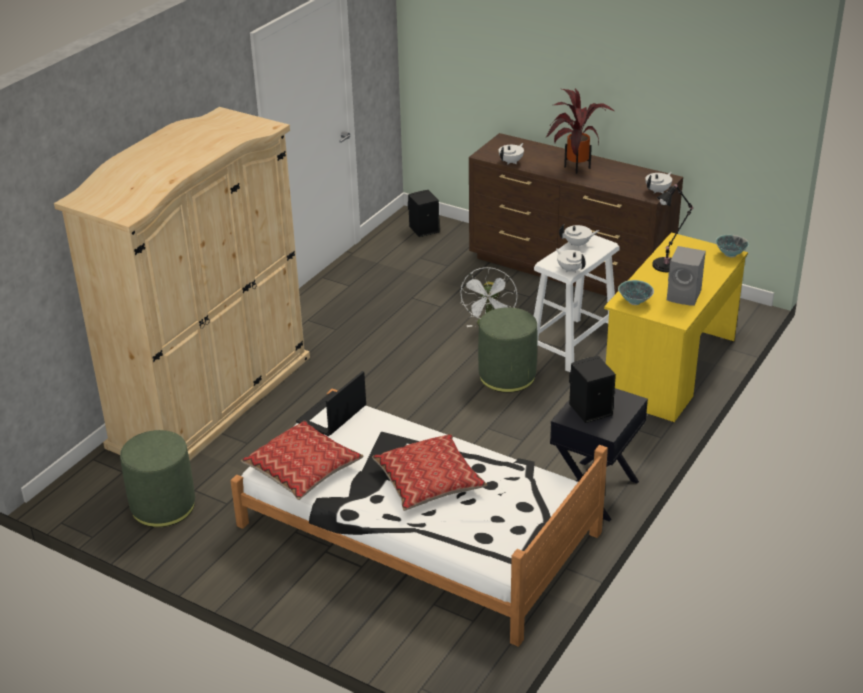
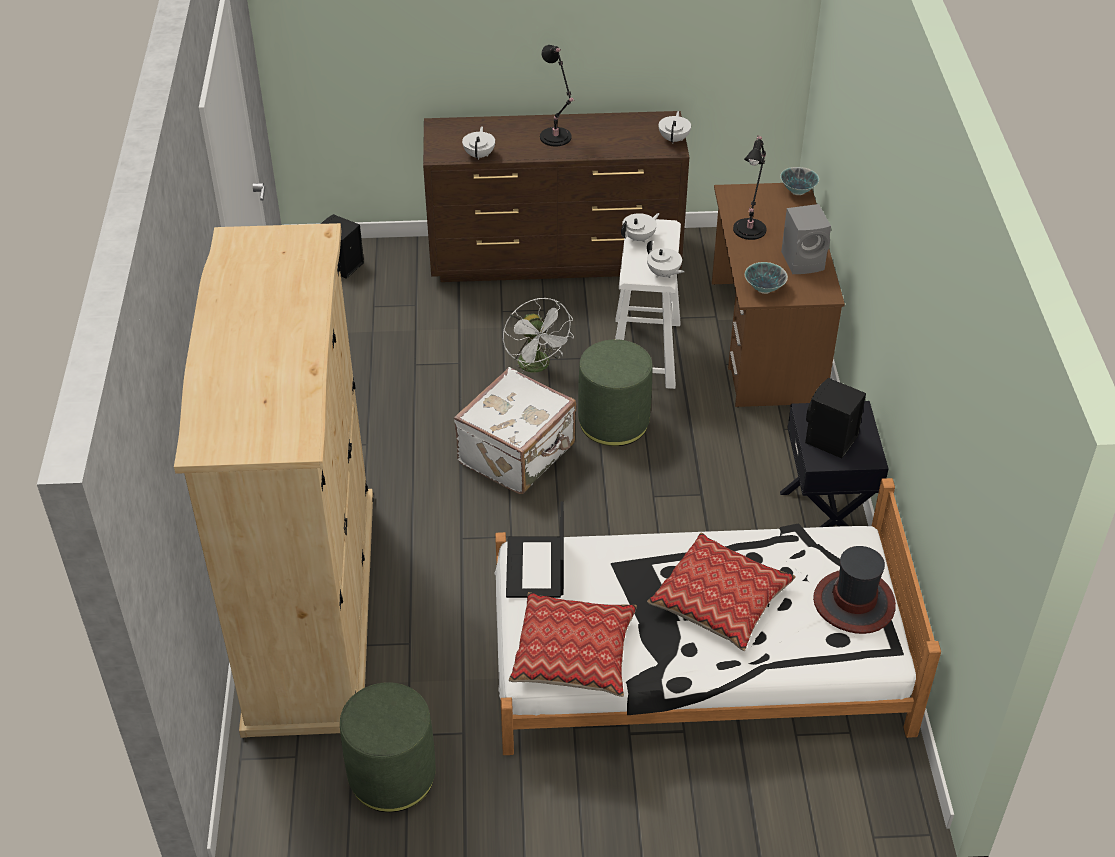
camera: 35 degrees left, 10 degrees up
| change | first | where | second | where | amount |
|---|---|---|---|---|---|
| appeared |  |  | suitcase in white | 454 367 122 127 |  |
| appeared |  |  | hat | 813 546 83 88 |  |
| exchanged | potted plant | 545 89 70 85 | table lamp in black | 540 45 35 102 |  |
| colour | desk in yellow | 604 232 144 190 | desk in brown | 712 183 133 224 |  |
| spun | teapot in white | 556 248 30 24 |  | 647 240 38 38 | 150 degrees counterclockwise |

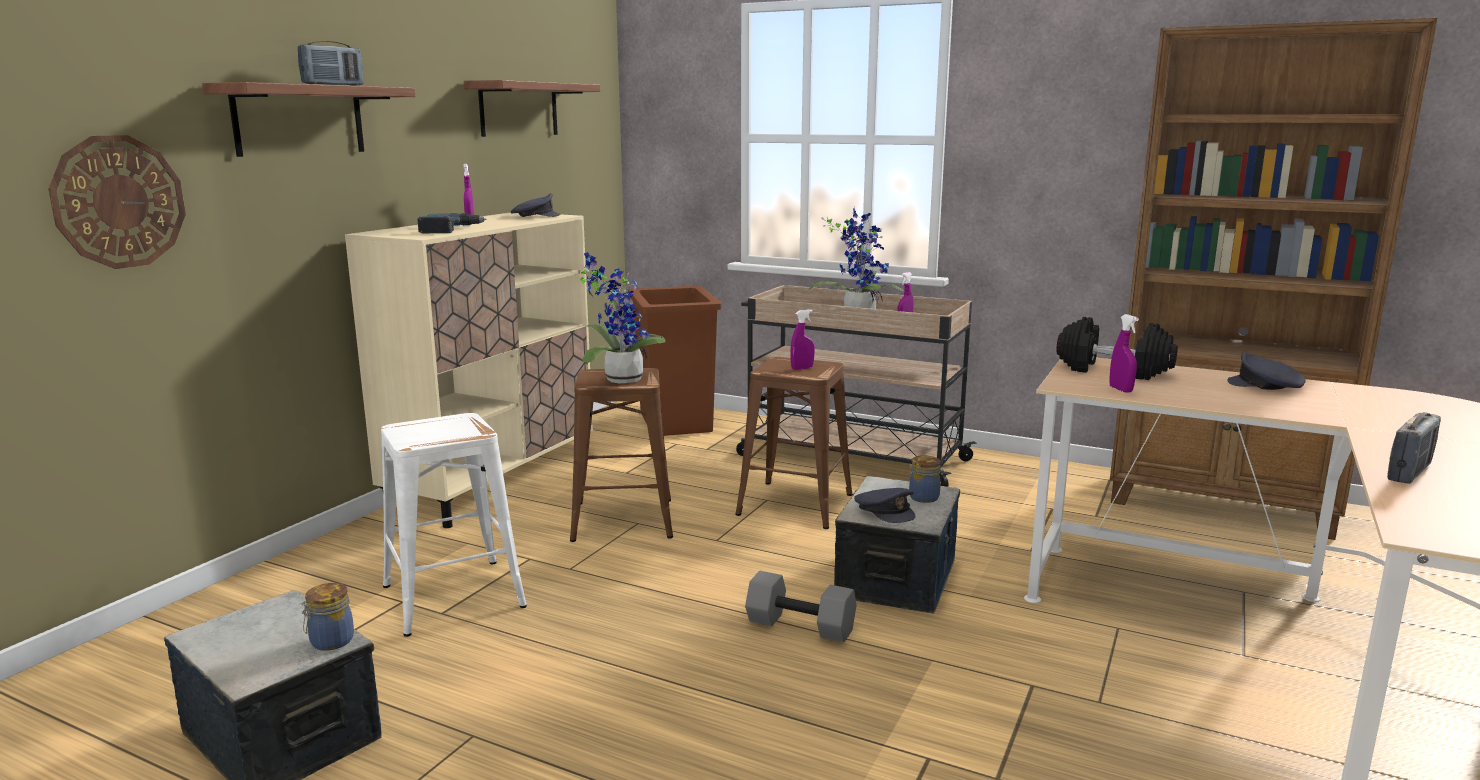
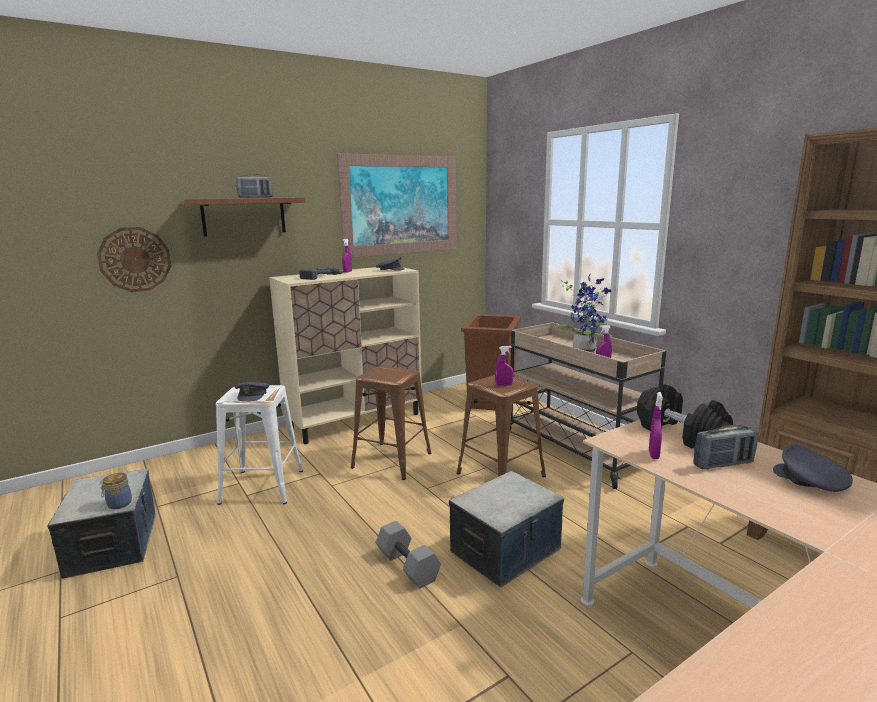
camera: 30 degrees right, 0 degrees up
| change | first | where | second | where | amount |
|---|---|---|---|---|---|
| missing | potted plant | 580 252 86 131 |  |  |  |
| missing | jar | 909 455 32 48 |  |  |  |
| relocated | cap in grey | 854 488 61 35 |  | 235 382 34 19 |  |
| relocated | radio | 1387 412 54 72 |  | 693 425 66 45 |  |
| exchanged | shelf | 464 80 136 57 | picture | 337 154 119 104 |  |

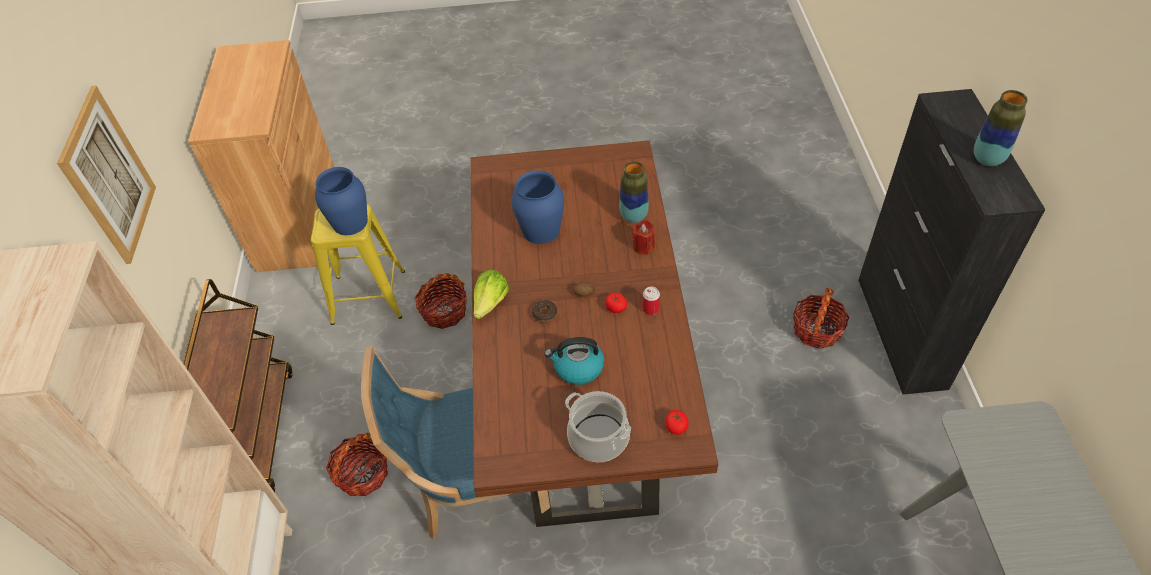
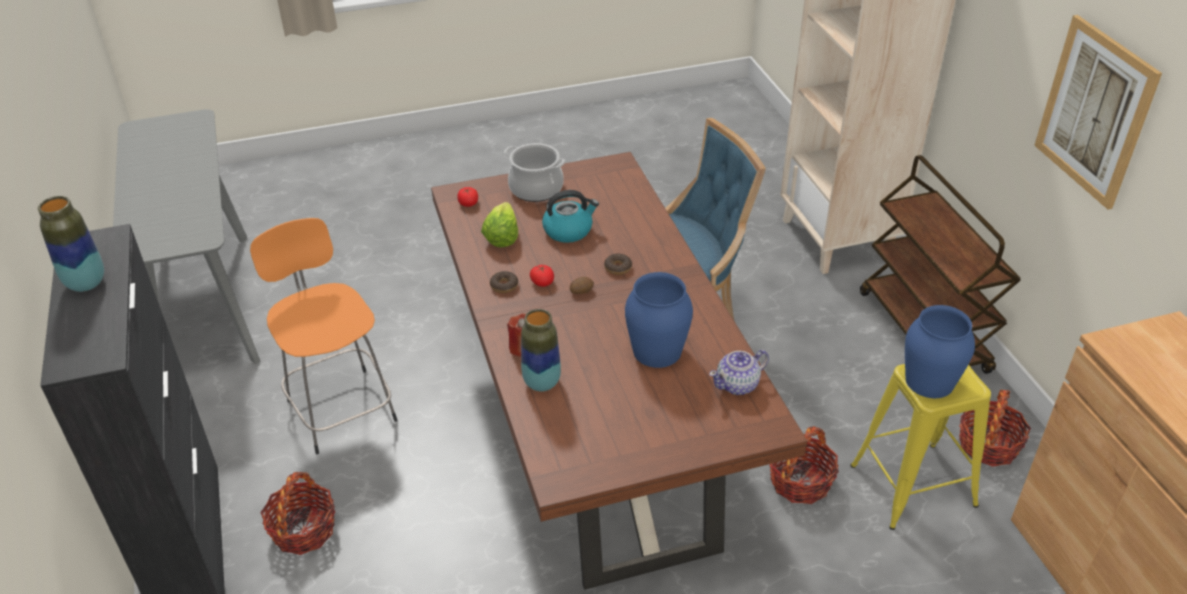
camera: 165 degrees right, 10 degrees down
| change | first | where | second | where | amount |
|---|---|---|---|---|---|
| appeared |  |  | stool in orange | 250 218 148 236 |  |
| appeared |  |  | teapot | 709 350 60 45 |  |
| relocated | basket | 326 432 62 64 |  | 959 390 72 77 |  |
| relocated | lettuce | 473 270 36 49 |  | 481 202 37 46 |  |
| exchanged | can | 643 287 17 28 | donut | 490 271 28 22 |  |

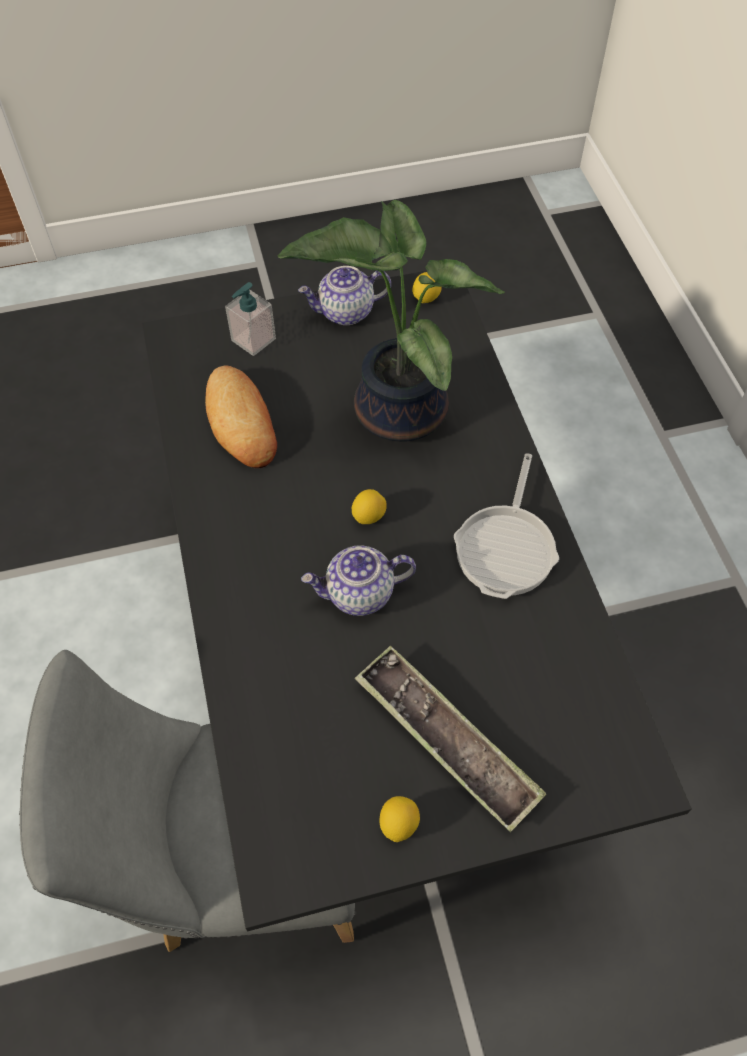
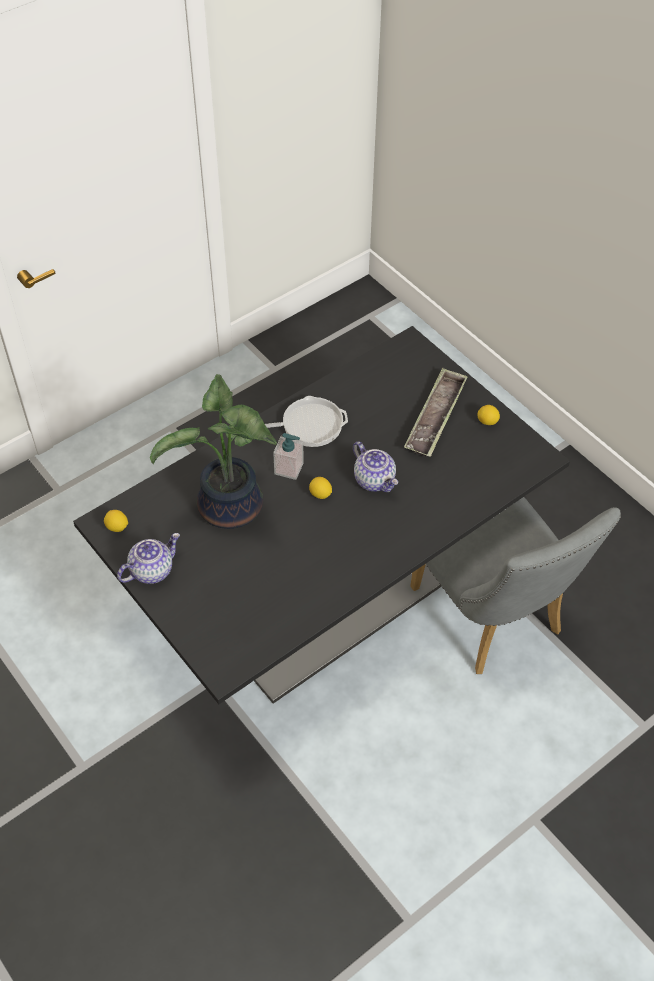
camera: 115 degrees left, 5 degrees down
| change | first | where | second | where | amount |
|---|---|---|---|---|---|
| missing | bread | 205 366 72 102 |  |  |  |
| relocated | soap dispenser | 225 282 51 74 |  | 273 433 31 47 |  |
| spun | teapot | 298 266 93 59 |  | 117 533 63 51 | 90 degrees counterclockwise |

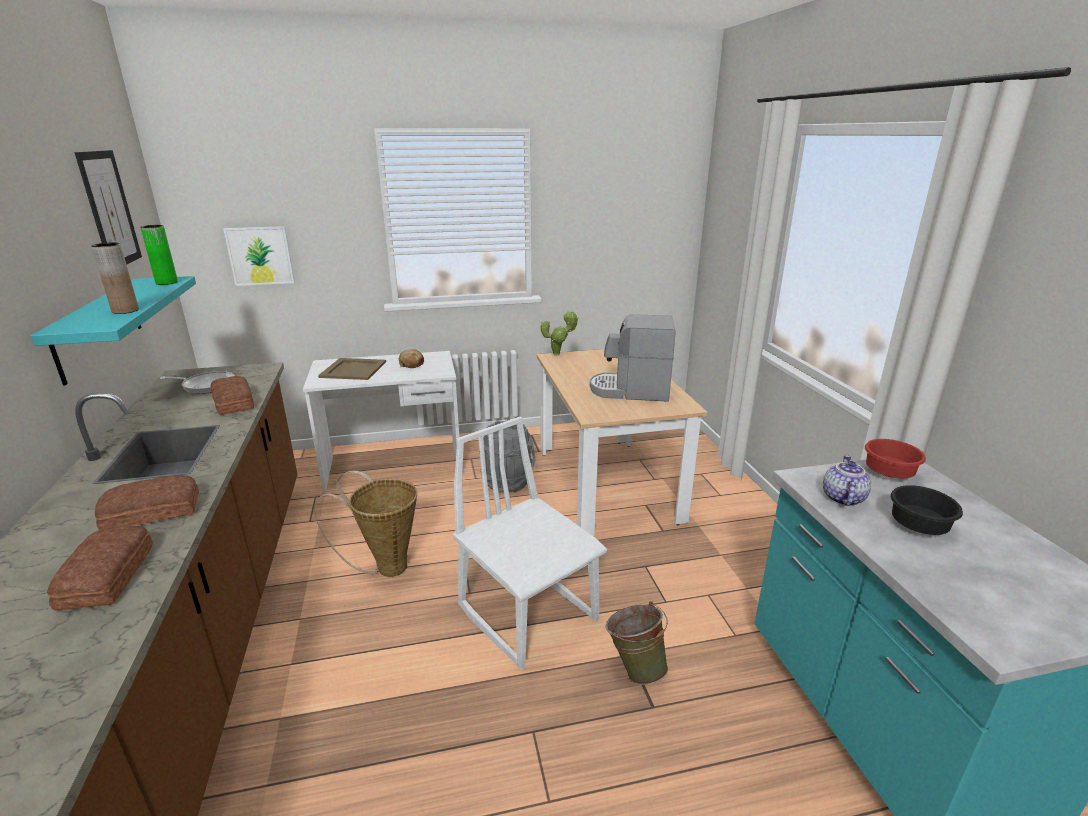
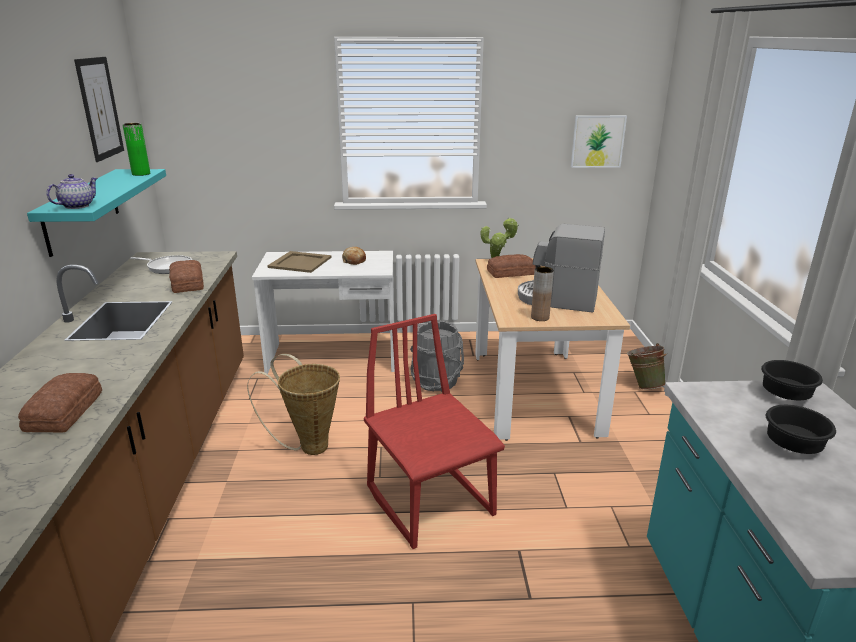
camera: 10 degrees right, 0 degrees up
| change | first | where | second | where | amount |
|---|---|---|---|---|---|
| relocated | vase in brown | 91 242 48 72 |  | 531 267 23 54 |  |
| relocated | bread | 95 475 104 55 |  | 487 254 49 24 |  |
| relocated | picture | 223 226 72 60 |  | 571 115 56 53 |  |
| relocated | bucket in green | 606 601 62 84 |  | 627 343 40 46 |  |
| relocated | teapot | 823 455 48 51 |  | 46 174 52 35 |  |
| colour | chair in white | 453 417 154 253 | chair in red | 364 314 141 235 |  |
| colour | bowl in red | 865 439 61 39 | bowl in black | 761 360 62 40 |  |

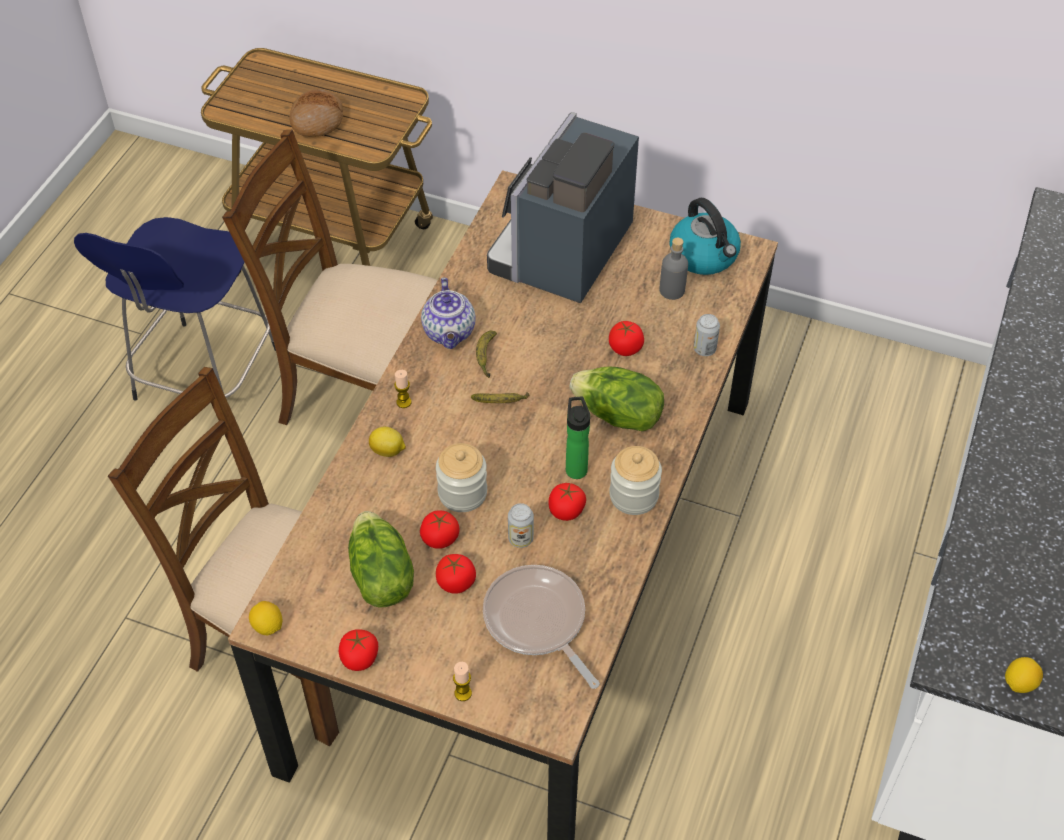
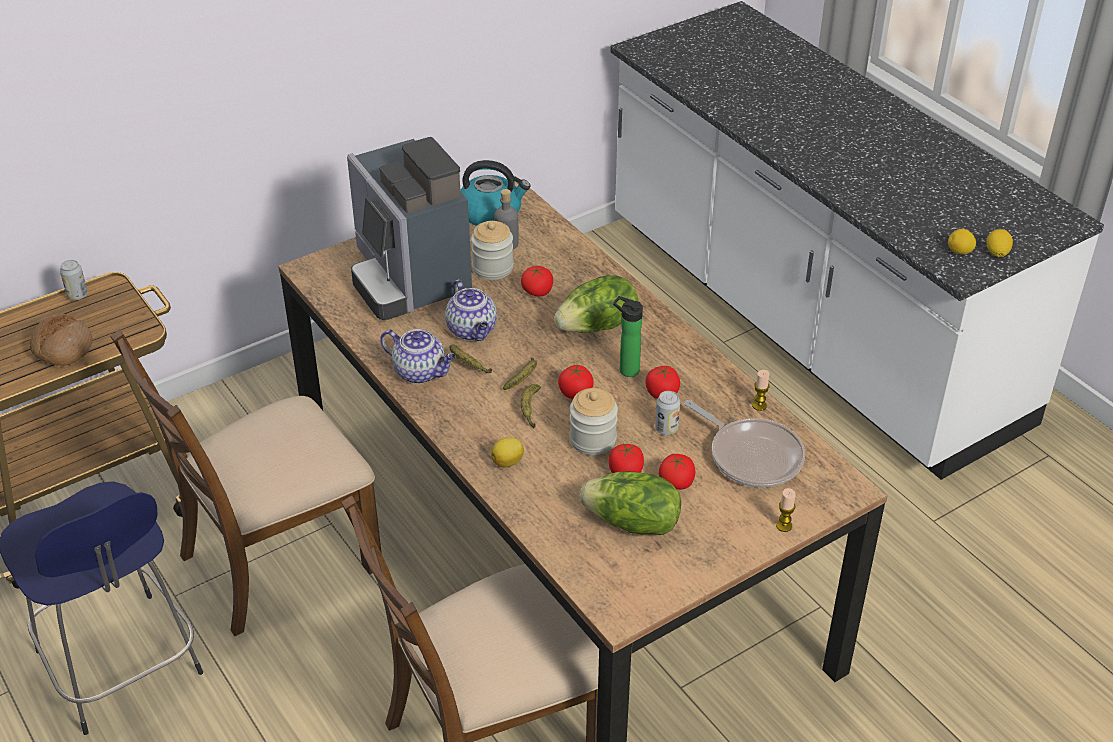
camera: 55 degrees left, 10 degrees down
| change | first | where | second | where | amount |
|---|---|---|---|---|---|
| appeared |  |  | teapot | 445 279 52 62 |  |
| appeared |  |  | banana | 521 384 20 44 |  |
| relocated | lemon | 249 601 33 34 |  | 948 229 28 25 |  |
| relocated | tomato | 339 629 39 42 |  | 558 365 36 34 |  |
| relocated | candle | 394 370 17 38 |  | 752 370 18 41 |  |
| relocated | jar | 609 446 53 69 |  | 471 221 43 59 |  |
| relocated | can | 694 314 26 42 |  | 60 260 28 40 |  |
| spun | frying pan | 483 565 117 124 |  | 684 400 121 87 | 135 degrees counterclockwise |

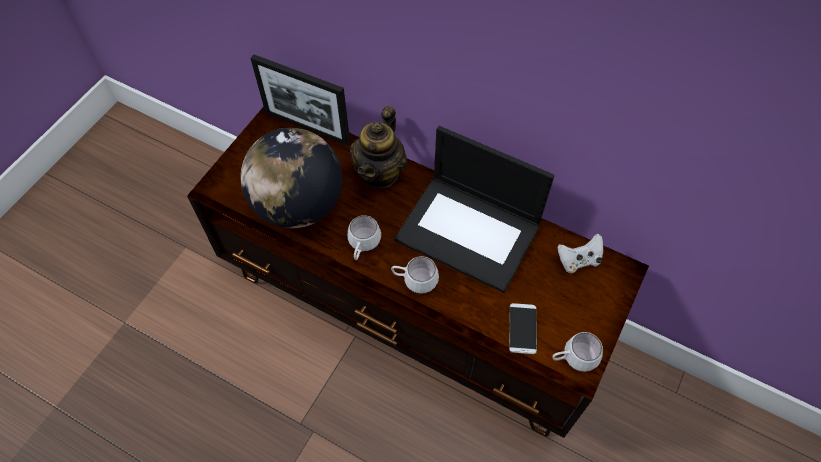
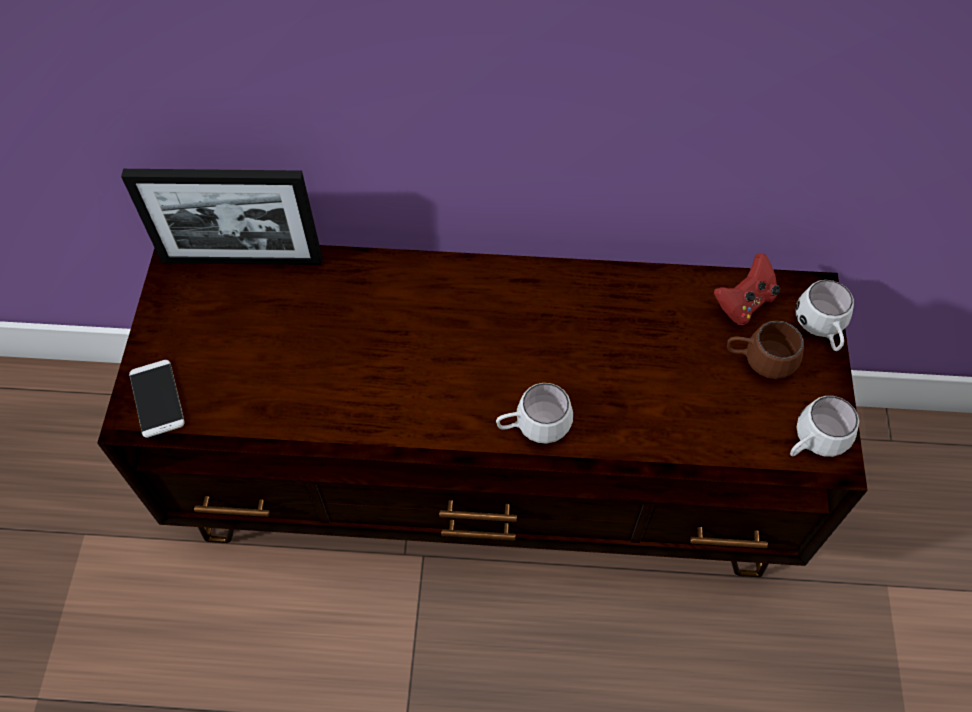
camera: 25 degrees left, 0 degrees up
| change | first | where | second | where | amount |
|---|---|---|---|---|---|
| missing | globe | 241 128 101 100 |  |  |  |
| missing | teapot | 350 106 57 83 |  |  |  |
| missing | laptop | 394 126 160 167 |  |  |  |
| appeared |  |  | mug in brown | 727 320 77 59 |  |
| relocated | mug in white | 347 215 34 45 |  | 796 280 58 71 |  |
| relocated | phone | 509 303 28 51 |  | 129 360 56 78 |  |
| colour | game controller in white | 557 234 46 39 | game controller in red | 714 253 66 72 |  |

